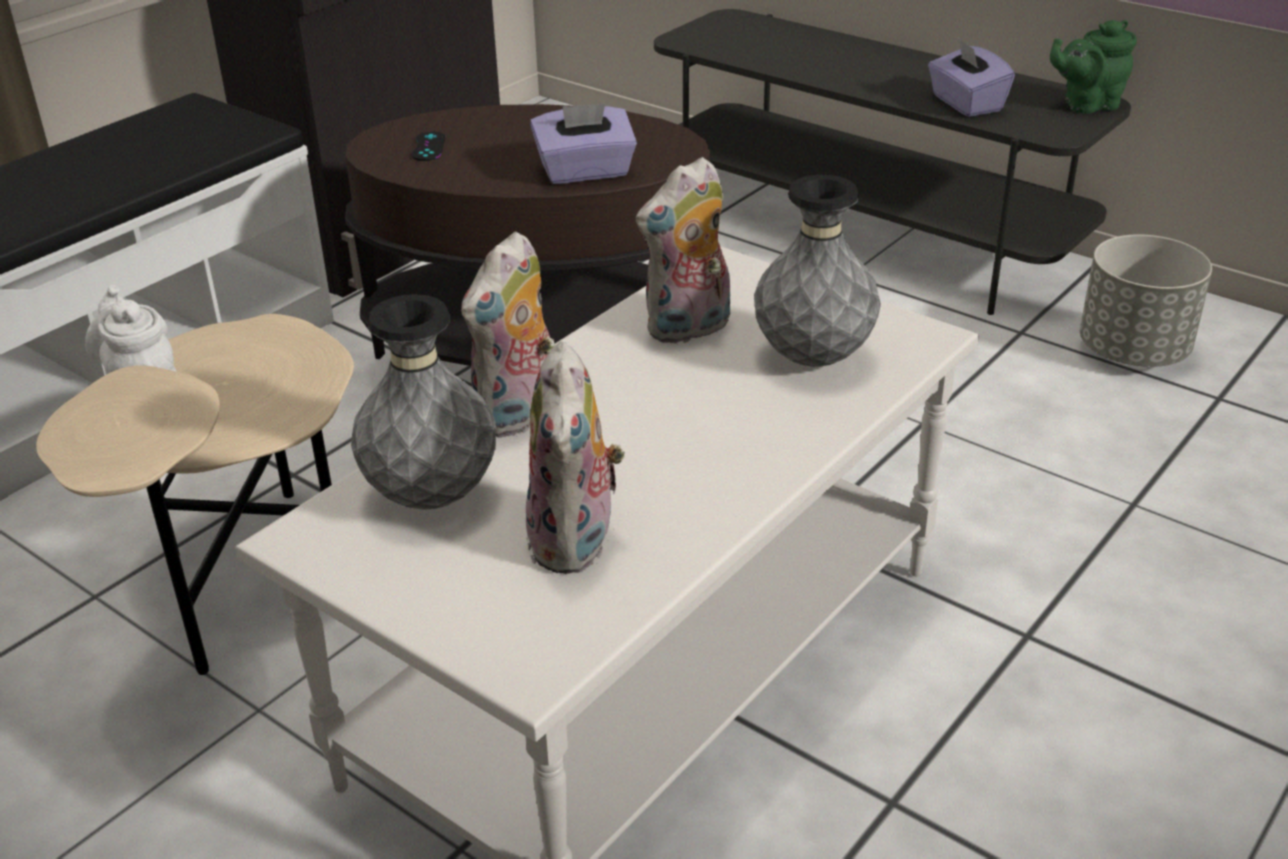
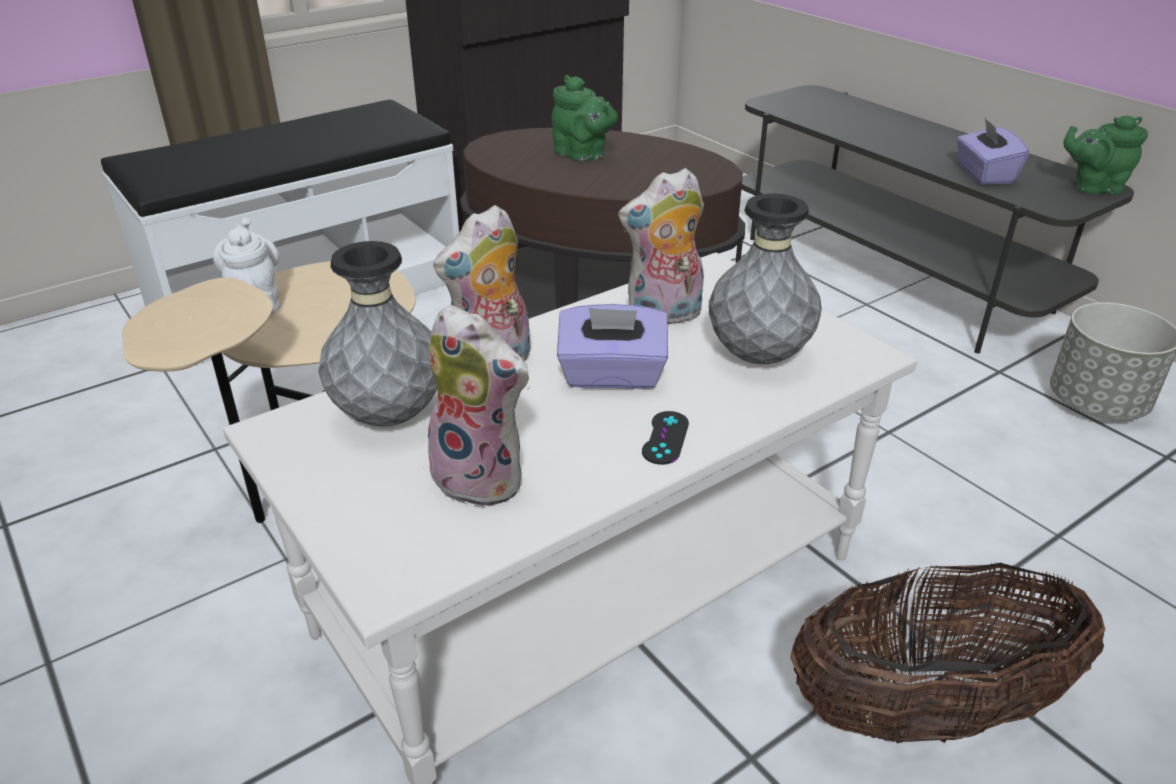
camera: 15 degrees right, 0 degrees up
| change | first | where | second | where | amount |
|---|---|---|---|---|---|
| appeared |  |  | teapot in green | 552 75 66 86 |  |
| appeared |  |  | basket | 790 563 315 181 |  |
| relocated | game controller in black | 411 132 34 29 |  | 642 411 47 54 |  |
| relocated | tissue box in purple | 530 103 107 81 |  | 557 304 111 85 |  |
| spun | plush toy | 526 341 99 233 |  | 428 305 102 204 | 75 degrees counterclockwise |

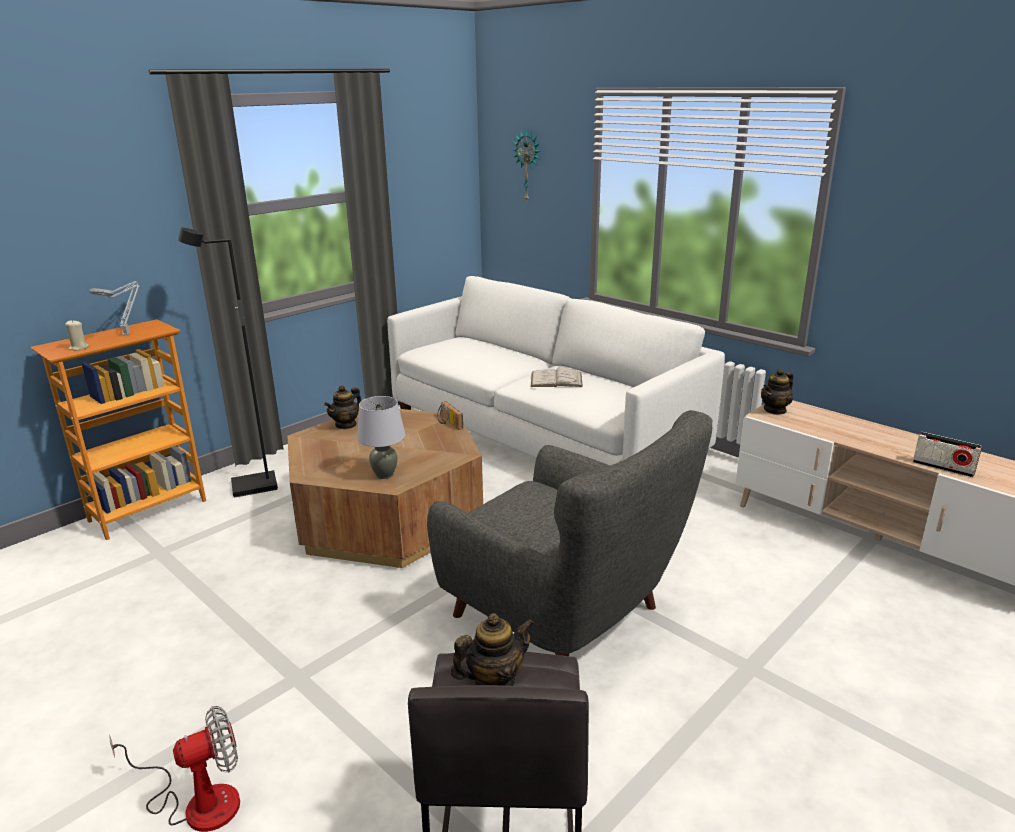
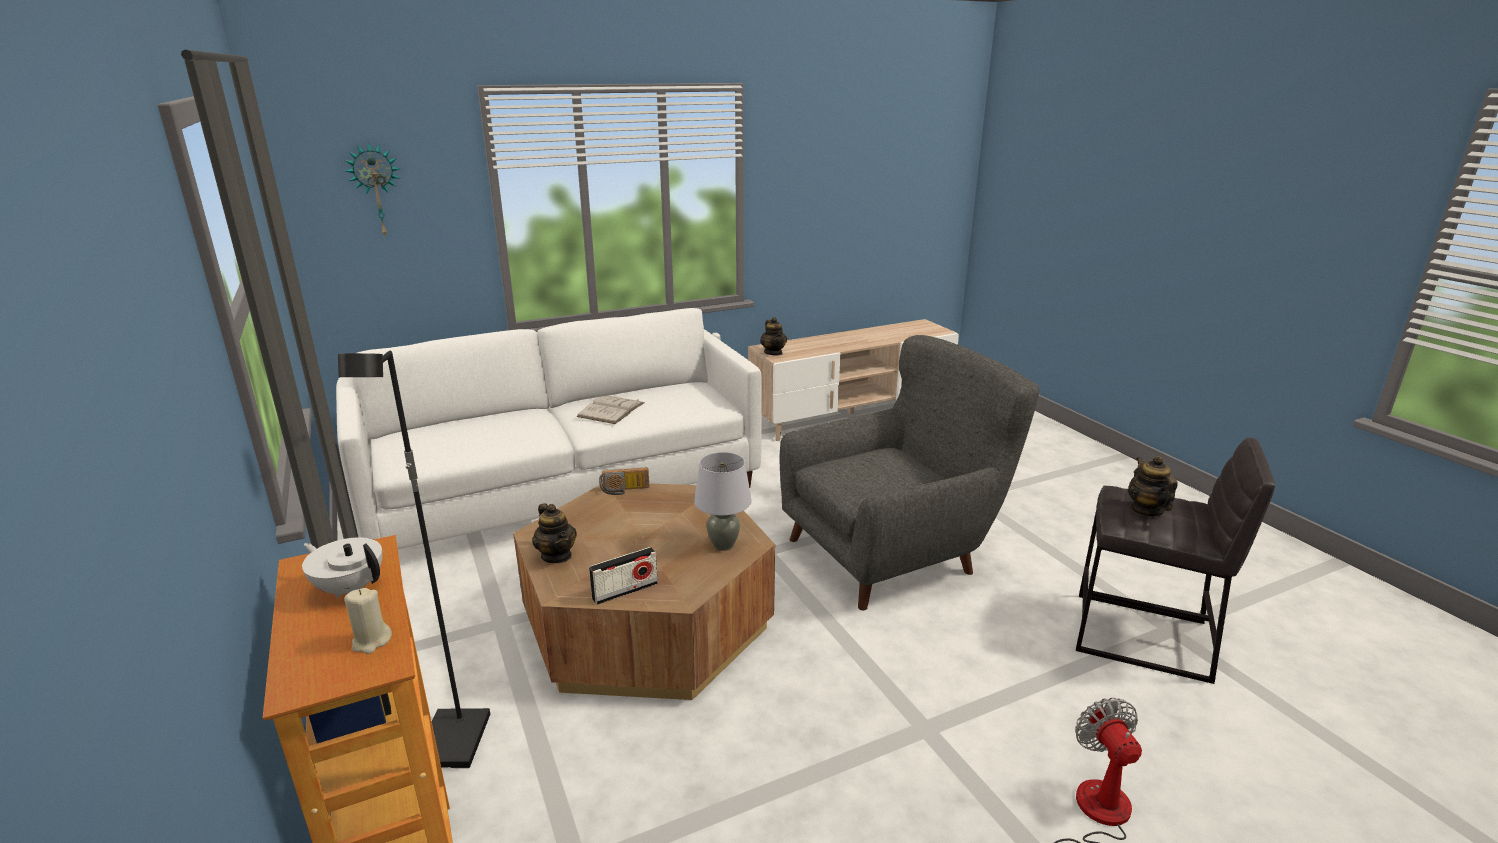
camera: 70 degrees left, 0 degrees up
| change | first | where | second | where | amount |
|---|---|---|---|---|---|
| relocated | radio | 913 432 69 45 |  | 589 547 69 58 |  |
| exchanged | table lamp in grey | 89 281 51 55 | teapot in white | 302 537 80 61 |  |

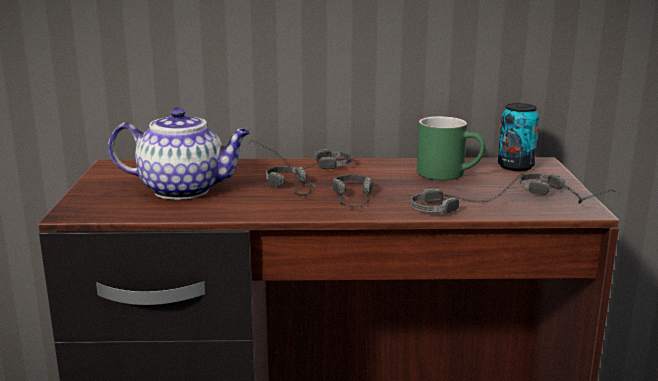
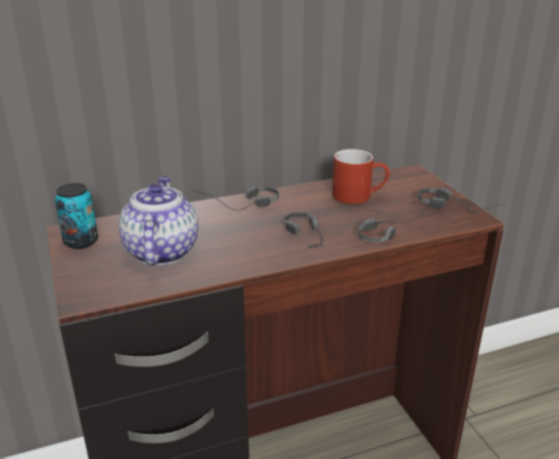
camera: 20 degrees left, 10 degrees up
| change | first | where | second | where | amount |
|---|---|---|---|---|---|
| missing | headphones | 266 166 50 30 |  |  |  |
| relocated | can | 498 103 41 68 |  | 55 183 43 66 |  |
| colour | mug in green | 417 116 69 64 | mug in red | 332 149 58 55 |  |
| spun | teapot | 108 107 143 93 |  | 119 176 79 90 | 75 degrees counterclockwise |

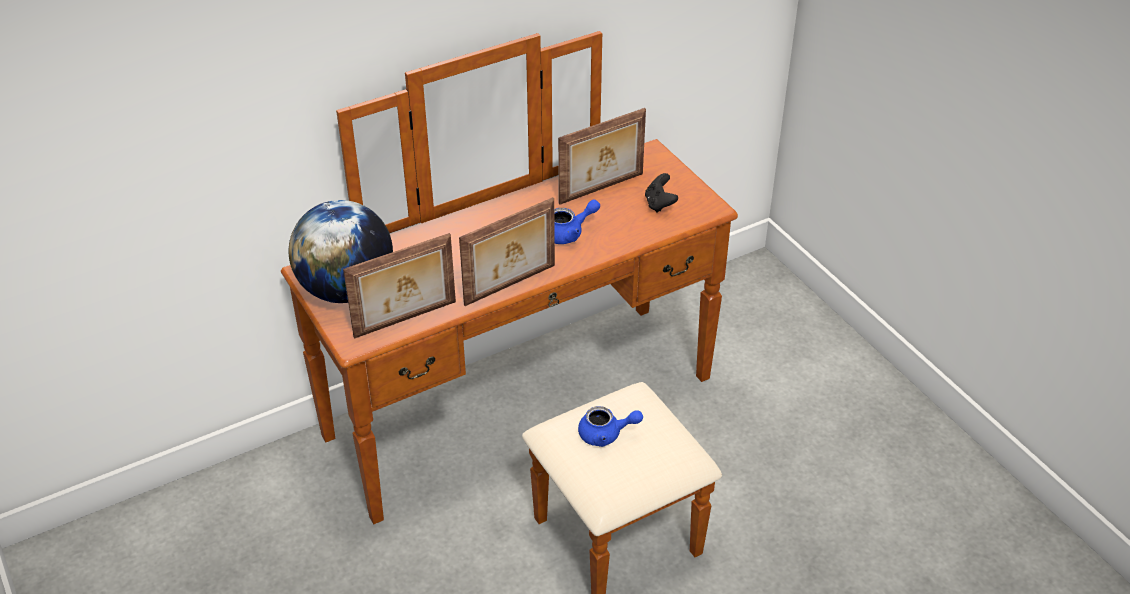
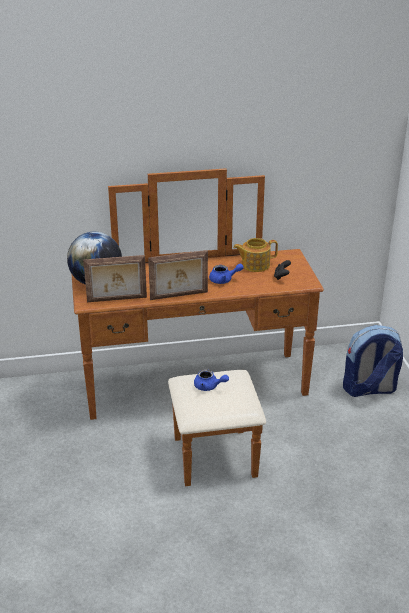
camera: 20 degrees right, 10 degrees down
| change | first | where | second | where | amount |
|---|---|---|---|---|---|
| appeared |  |  | backpack | 343 325 60 72 |  |
| exchanged | picture frame | 558 108 88 97 | teapot | 233 238 45 34 |  |

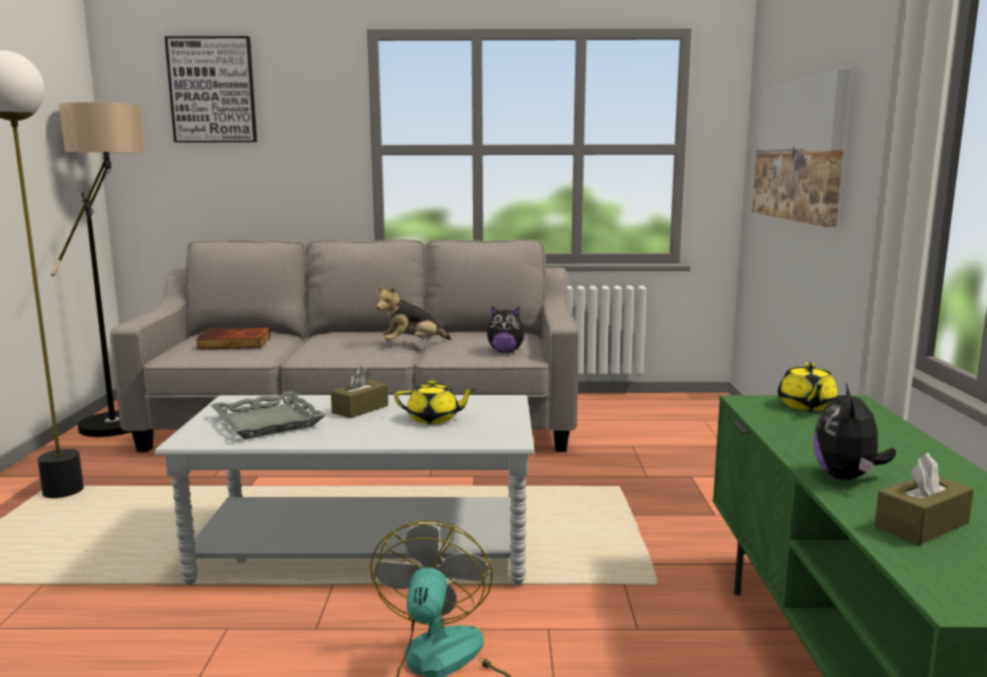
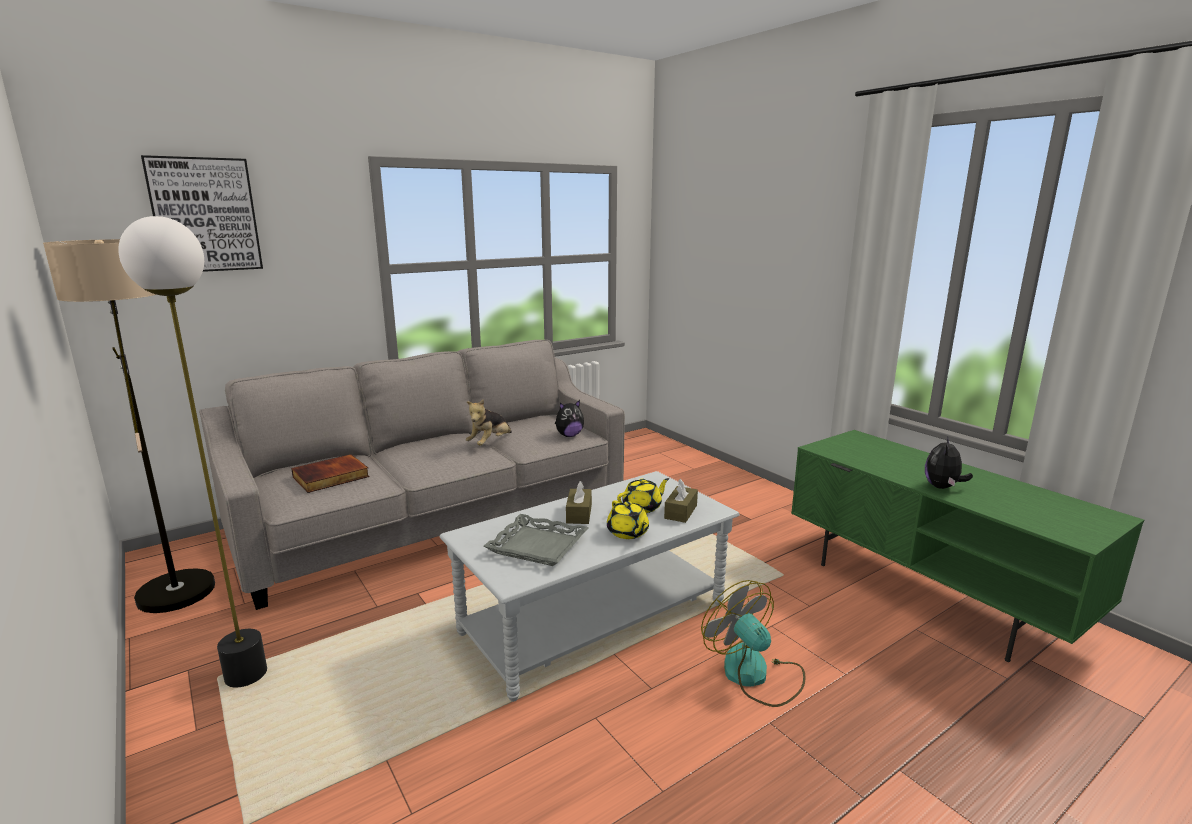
camera: 35 degrees left, 5 degrees up
| change | first | where | second | where | amount |
|---|---|---|---|---|---|
| missing | picture | 752 68 99 159 |  |  |  |
| relocated | teapot in yellow | 778 362 60 49 |  | 607 500 42 39 |  |
| relocated | tissue box in brown | 874 453 100 92 |  | 664 479 34 44 |  |
| spun | plush toy | 813 384 83 96 |  | 925 436 48 53 | 45 degrees clockwise |

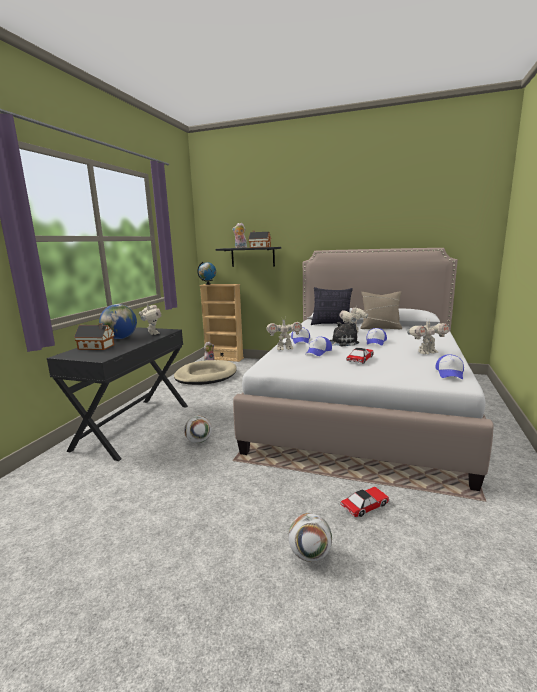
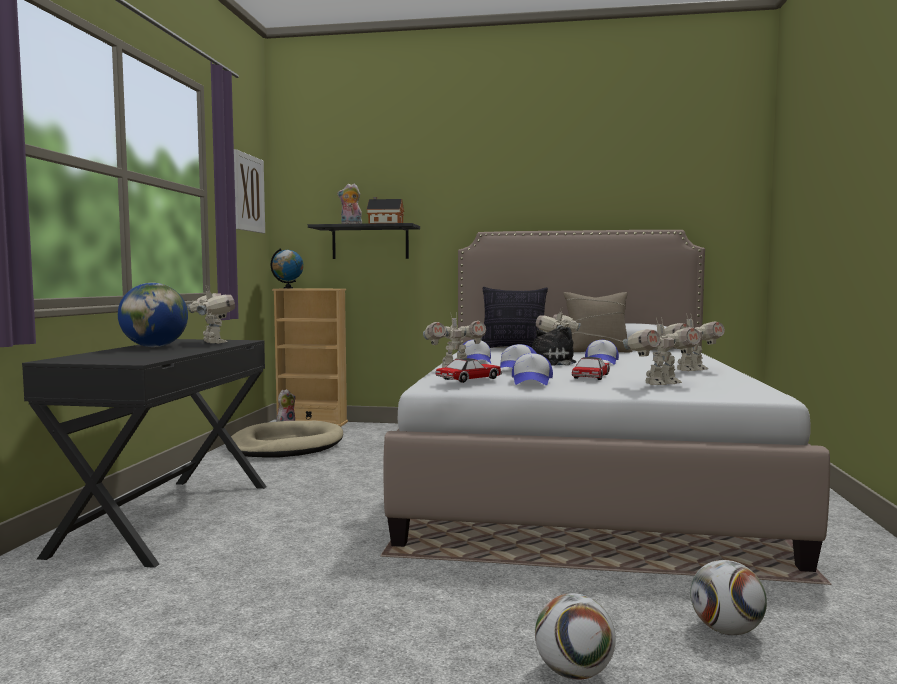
camera: 10 degrees left, 10 degrees down
| change | first | where | second | where | amount |
|---|---|---|---|---|---|
| missing | toy house | 74 323 41 27 |  |  |  |
| appeared |  |  | picture | 234 149 31 84 |  |
| appeared |  |  | toy robot | 623 317 78 68 |  |
| relocated | football | 184 416 28 27 |  | 690 560 77 75 |  |
| relocated | toy car | 341 487 49 30 |  | 435 358 67 25 |  |
| relocated | cap | 436 355 28 24 |  | 512 353 41 32 |  |

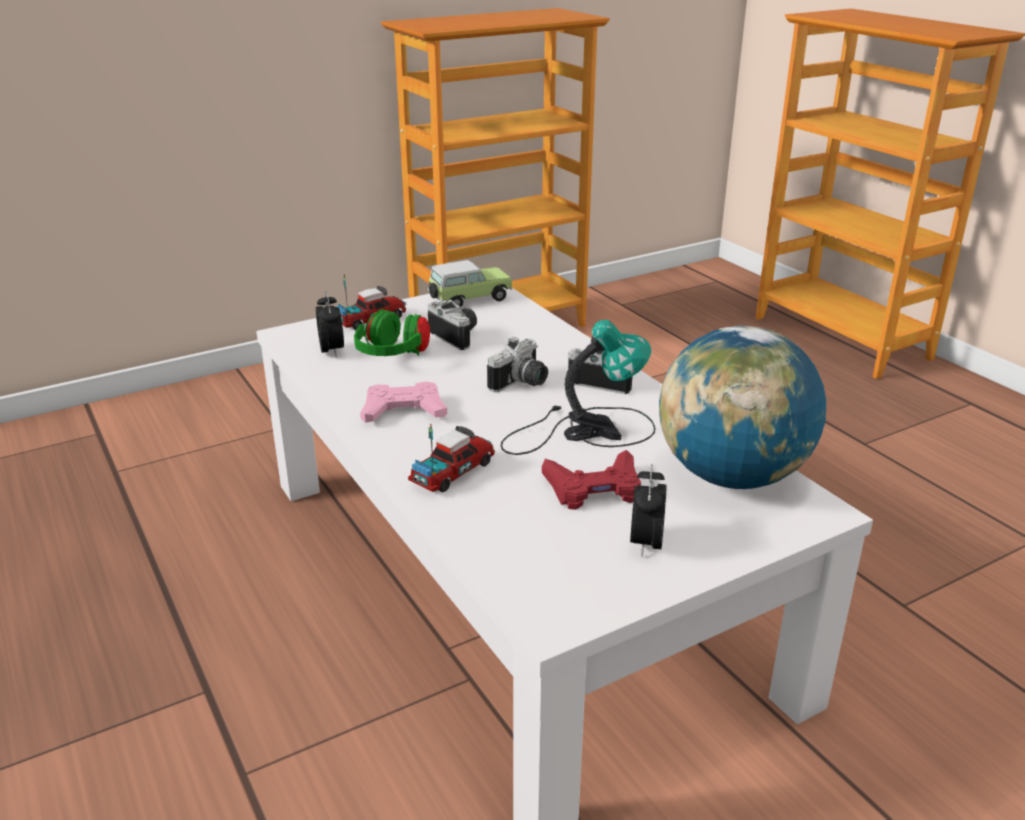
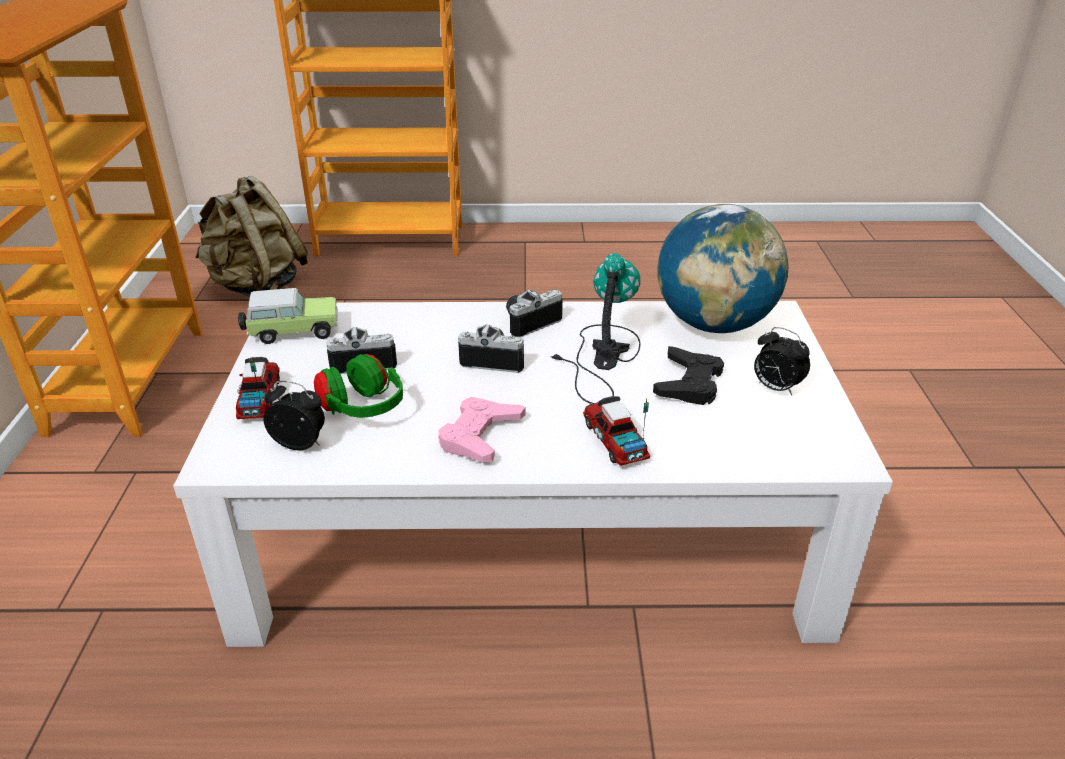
camera: 60 degrees left, 5 degrees up
| change | first | where | second | where | amount |
|---|---|---|---|---|---|
| appeared |  |  | backpack in beige | 195 176 113 121 |  |
| colour | game controller in red | 542 450 99 60 | game controller in black | 653 346 71 59 |  |
| spun | toy car | 428 260 84 47 |  | 238 288 100 56 | 75 degrees clockwise |
| spun | photo camera | 487 337 61 55 |  | 458 325 66 48 | 60 degrees counterclockwise |

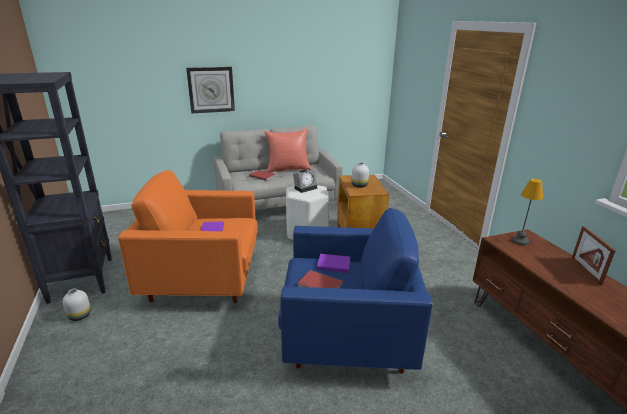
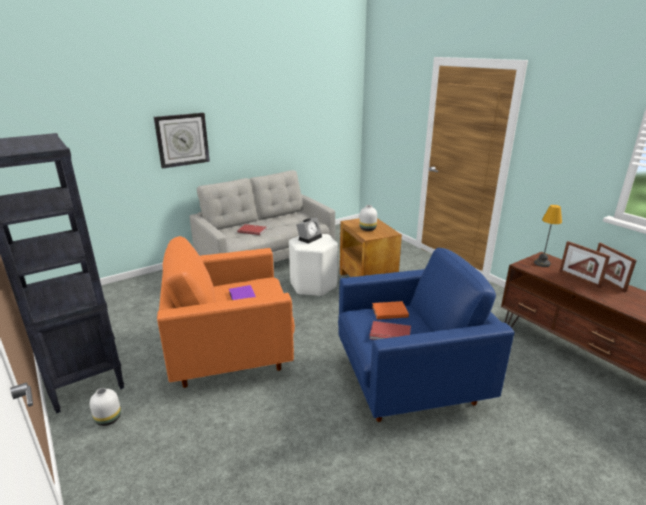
camera: 15 degrees left, 0 degrees up
| change | first | where | second | where | amount |
|---|---|---|---|---|---|
| missing | pillow in red | 264 129 48 44 |  |  |  |
| appeared |  |  | picture frame | 559 241 51 47 |  |
| colour | book in purple | 317 254 33 19 | book in orange | 372 301 37 18 |  |

